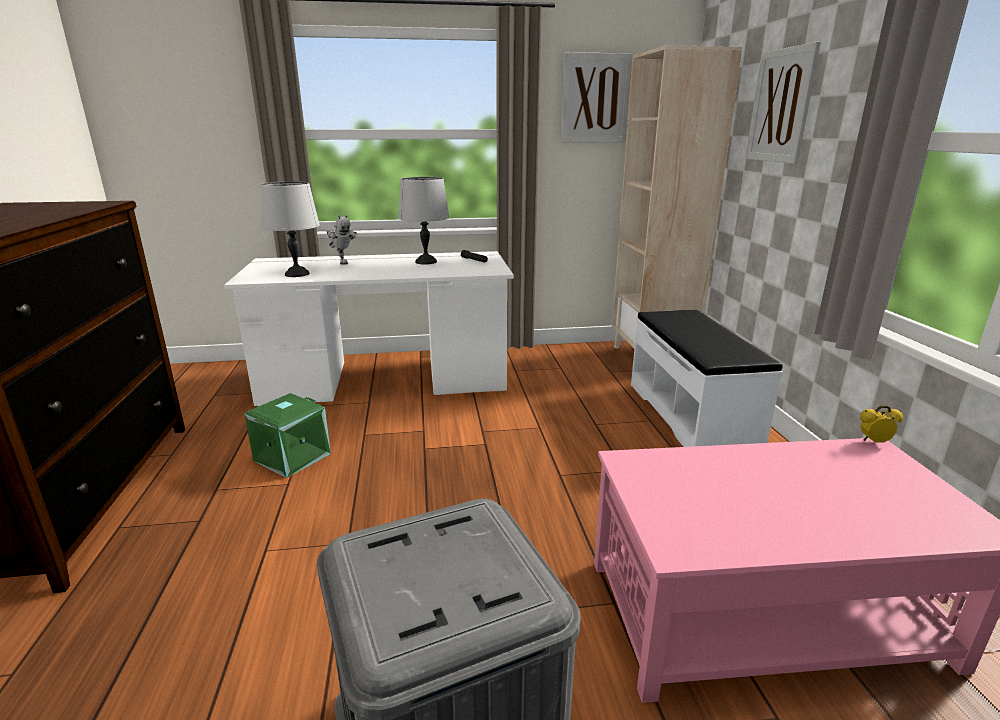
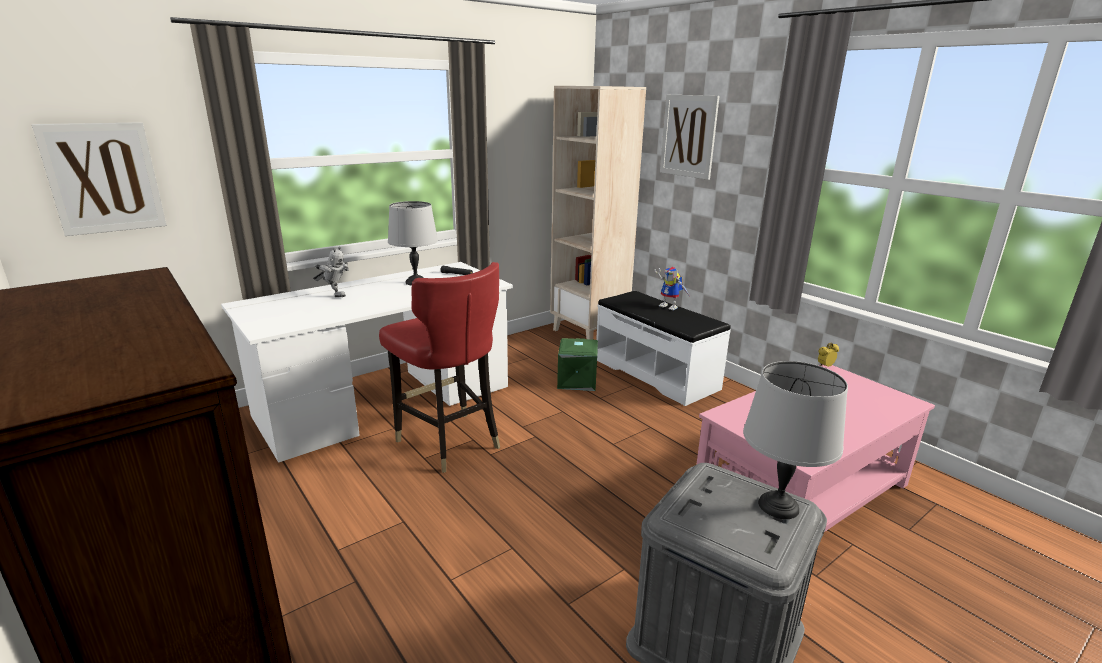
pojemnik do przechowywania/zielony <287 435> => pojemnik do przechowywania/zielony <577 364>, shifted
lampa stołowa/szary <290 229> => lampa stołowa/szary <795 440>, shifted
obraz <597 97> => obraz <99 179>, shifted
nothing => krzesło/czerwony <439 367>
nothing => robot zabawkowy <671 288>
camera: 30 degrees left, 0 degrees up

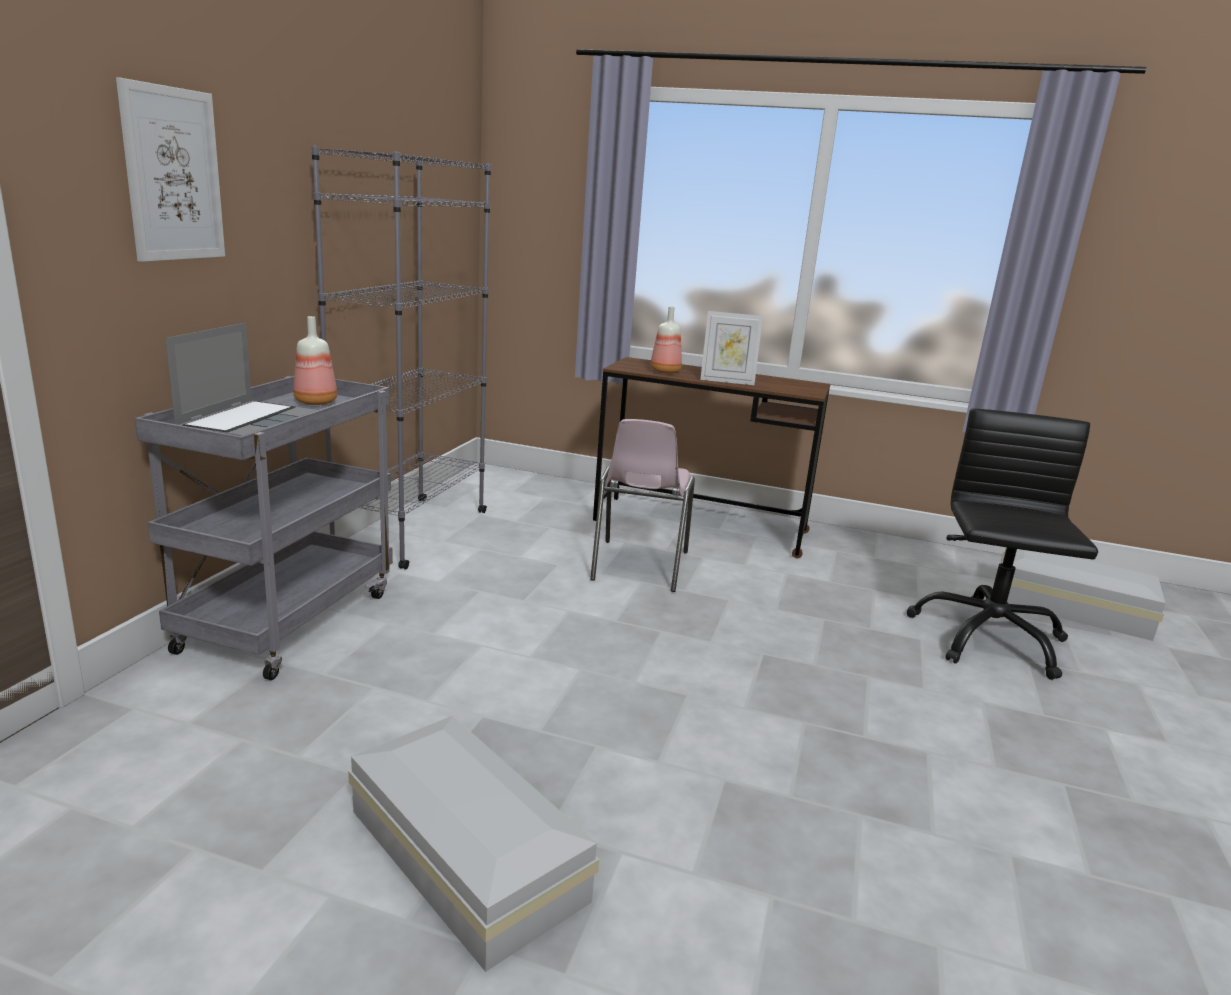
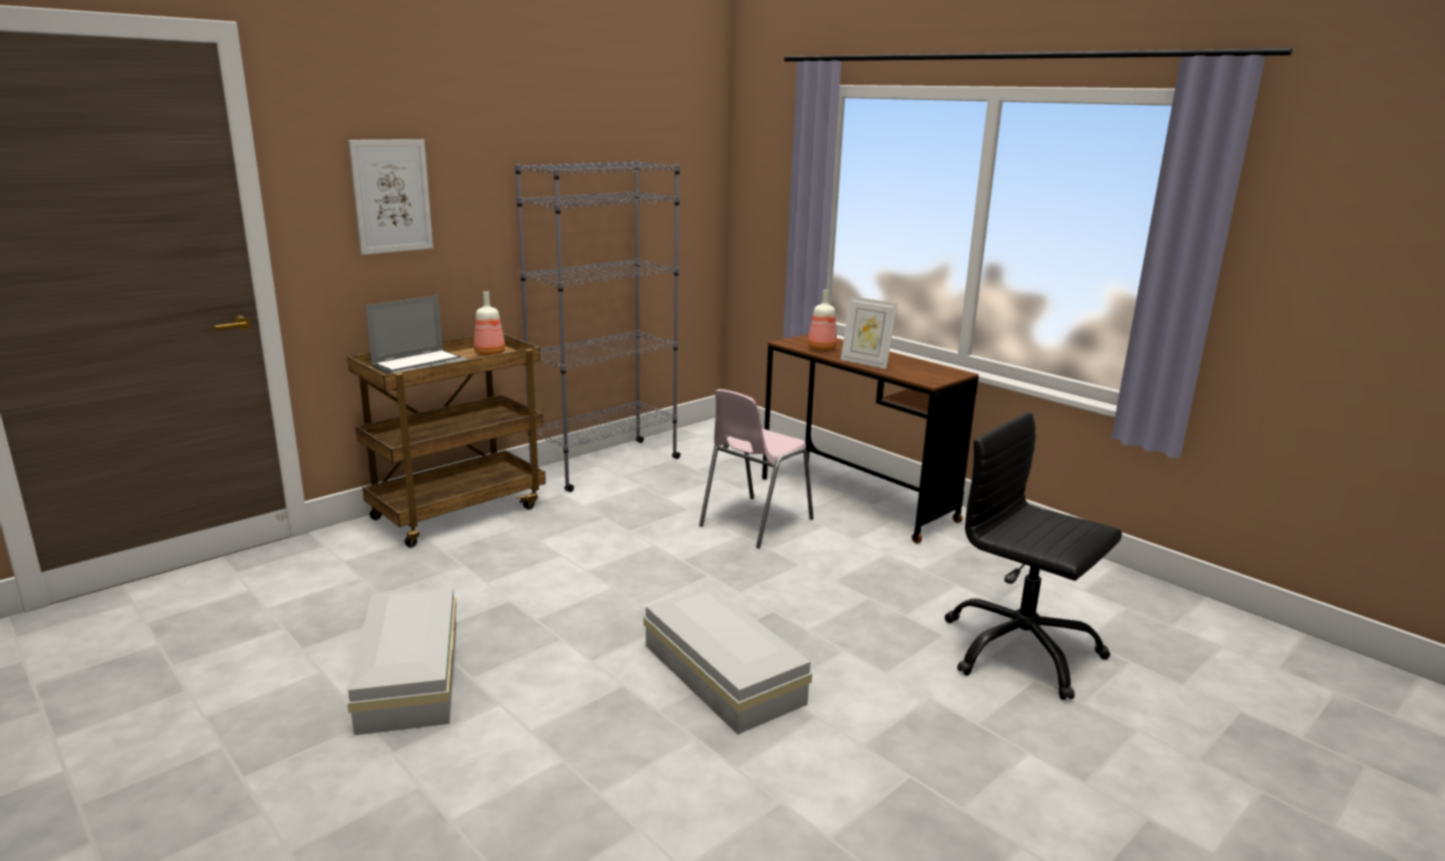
wózek/szary <264 528> => wózek/brązowy <446 440>
krzesło biurowe/czarny <1002 544> => krzesło biurowe/czarny <1033 556>, 90 degrees counterclockwise
pojemnik do przechowywania/biały <1083 594> => pojemnik do przechowywania/biały <728 660>, shifted
camera: 30 degrees right, 0 degrees up

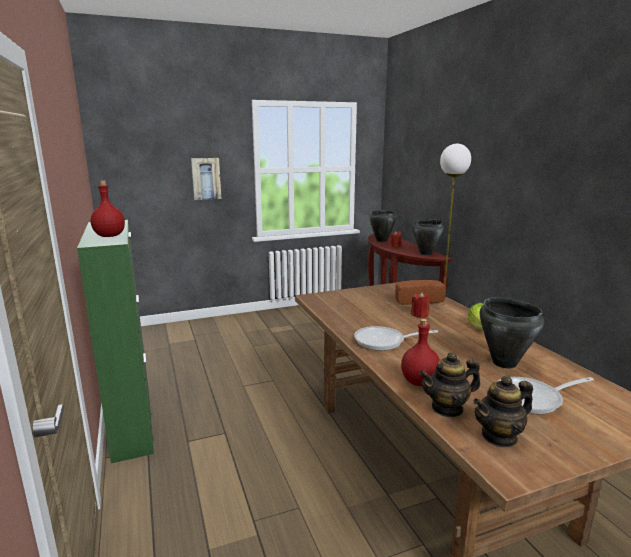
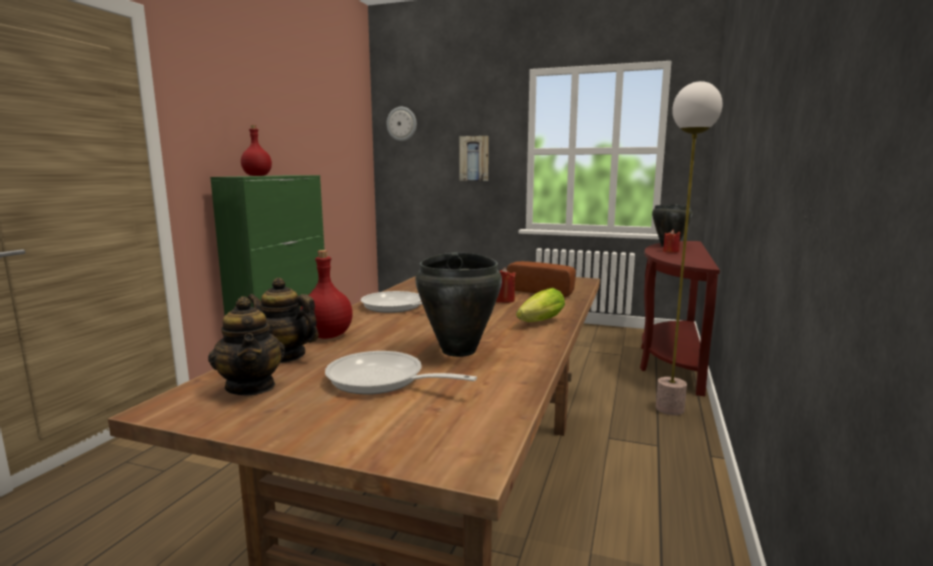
garnek/czarny <428 237> => nothing
imbryk <503 411> => imbryk <246 345>, 135 degrees counterclockwise
nothing => zegar ścienny <402 124>
camera: 40 degrees right, 5 degrees down

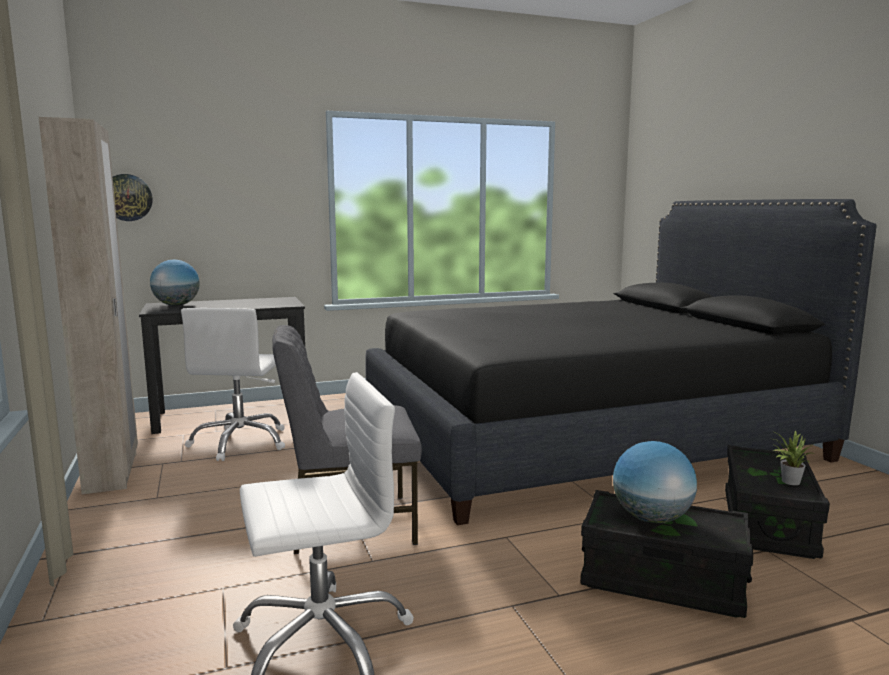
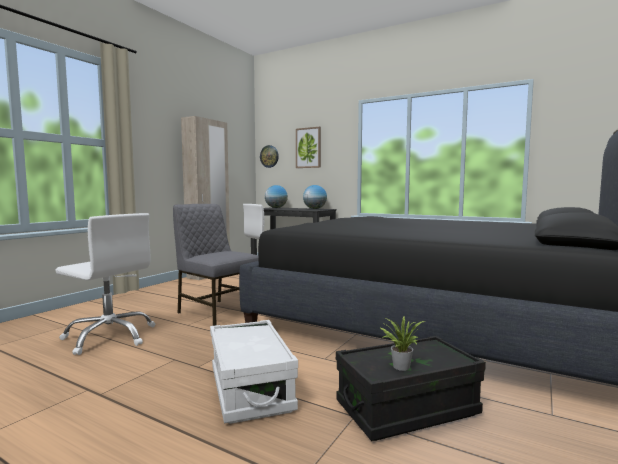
pojemnik do przechowywania/czarny <667 554> => pojemnik do przechowywania/biały <254 372>
globus <655 482> => globus <315 197>, shifted
nothing => obraz <308 147>
camera: 50 degrees right, 5 degrees down

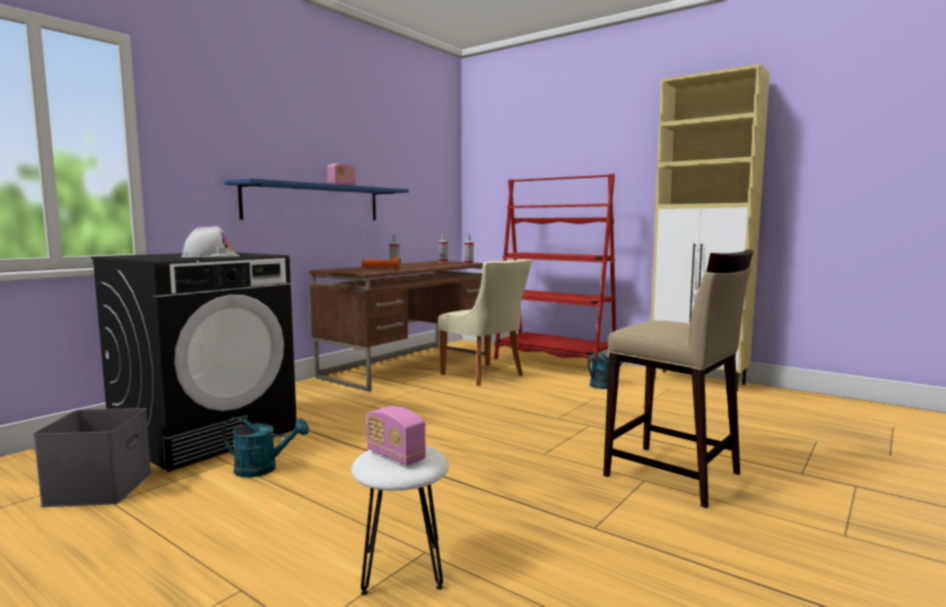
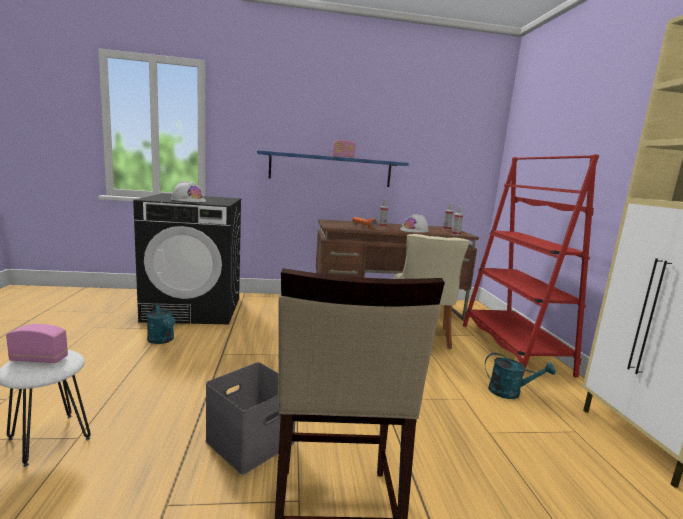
pojemnik do przechowywania/szary <92 457> => pojemnik do przechowywania/szary <250 418>, shifted
radio <396 435> => radio <37 343>, 90 degrees clockwise
nothing => kask/biały <414 223>
camera: 45 degrees right, 5 degrees up

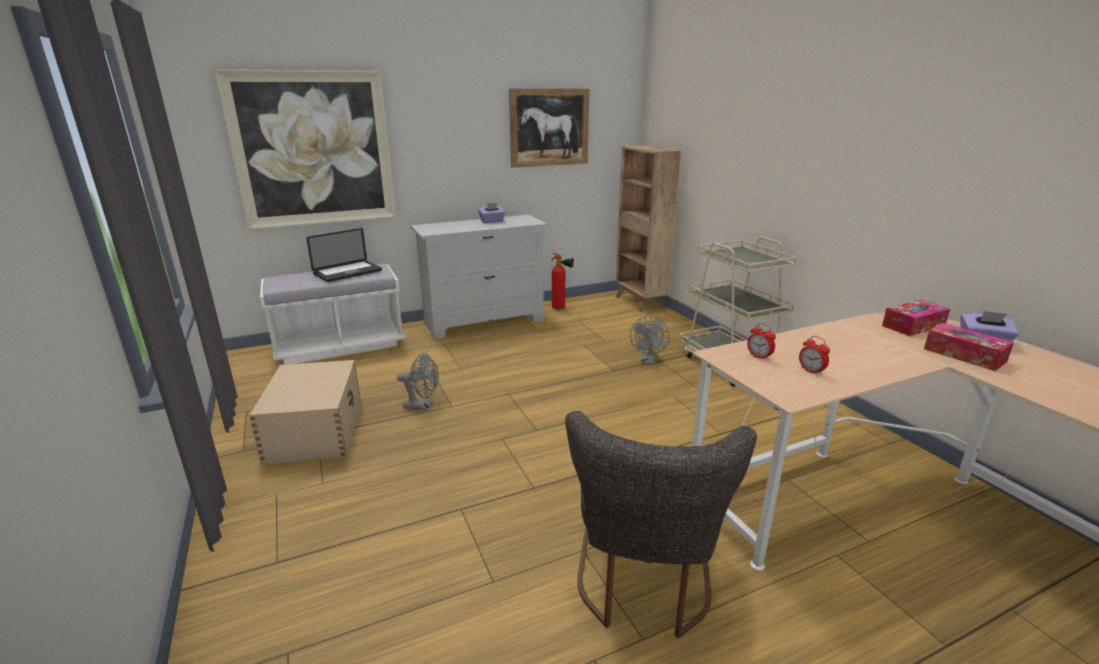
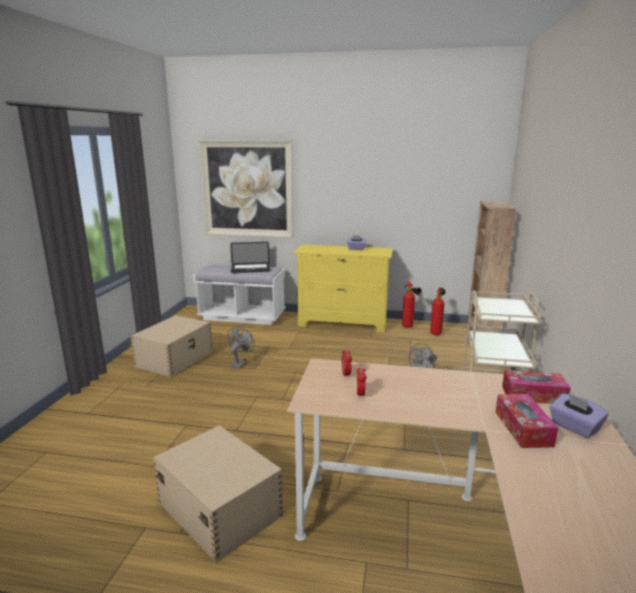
wentylator/szary <418 381> => wentylator/szary <241 348>, 120 degrees counterclockwise
komoda/biały <479 277> => komoda/żółty <343 288>
obraz <549 128> => nothing
krzesło/szary <661 524> => pojemnik do przechowywania/beżowy <218 494>
nothing => gaśnica <438 311>
camera: 35 degrees right, 5 degrees down

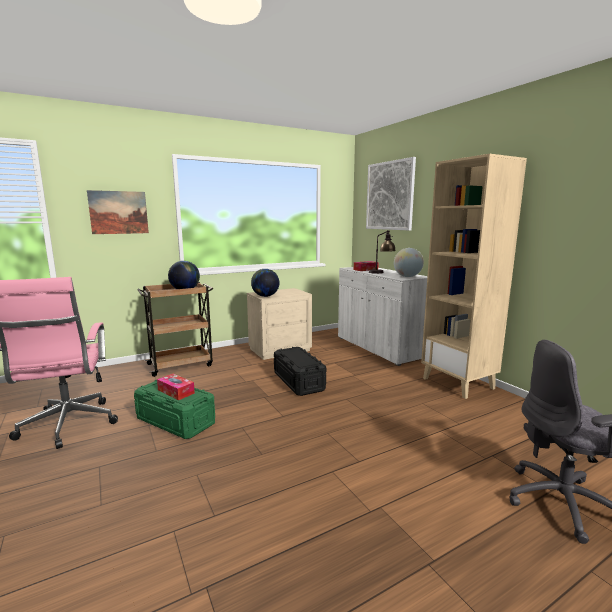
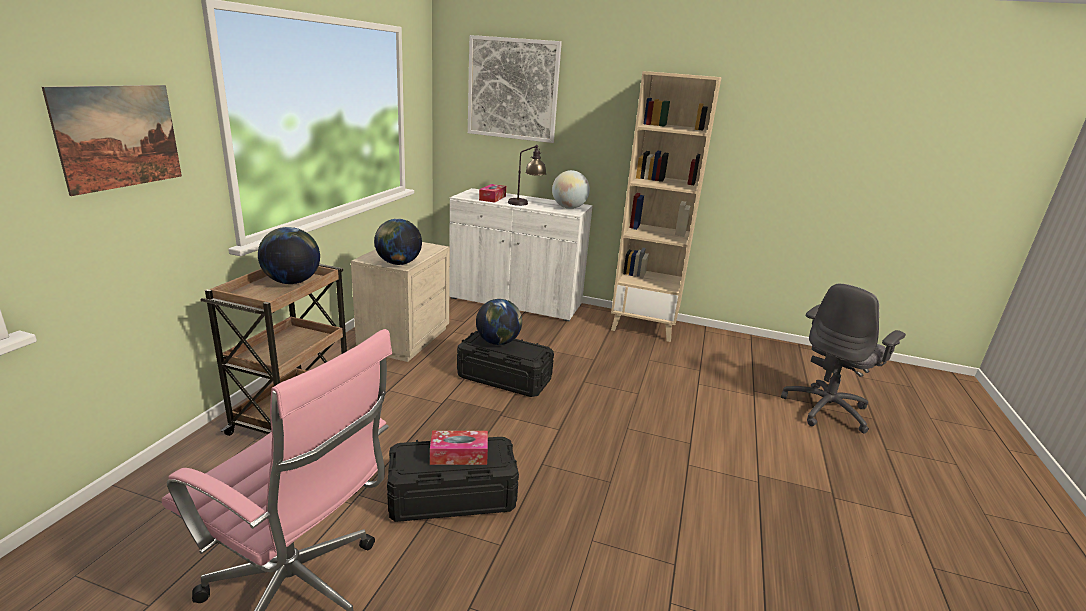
pojemnik do przechowywania/zielony <174 409> => pojemnik do przechowywania/czarny <453 479>
nothing => globus <499 322>
camera: 45 degrees left, 10 degrees up

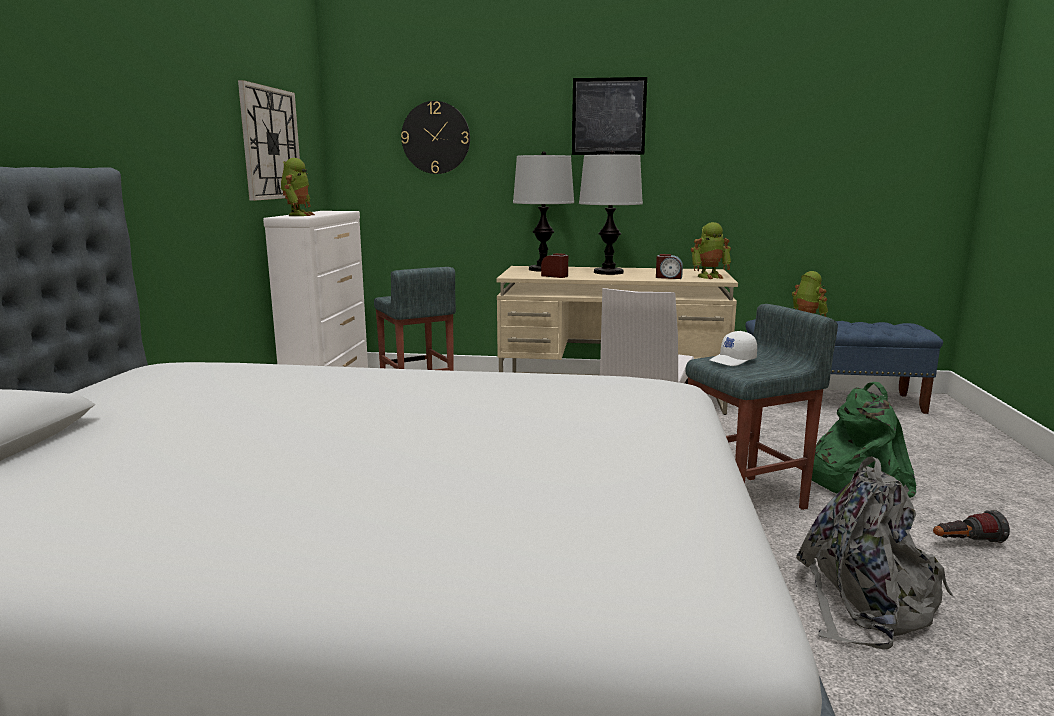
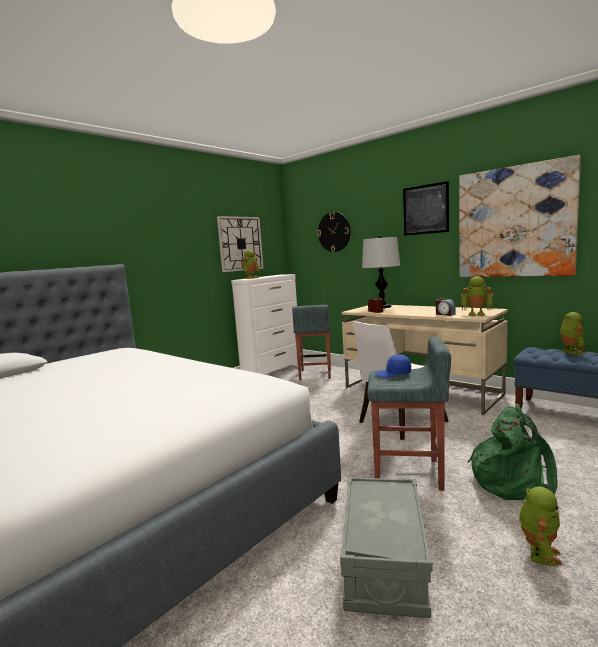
lampa stołowa <611 213> => nothing
czapka z daszkiem/biały <733 348> => czapka z daszkiem/niebieski <393 366>
plecak/szary <874 552> => pojemnik do przechowywania/szary <386 547>
latarka <971 526> => robot zabawkowy <540 526>
nothing => obraz <520 216>
camera: 35 degrees right, 5 degrees down

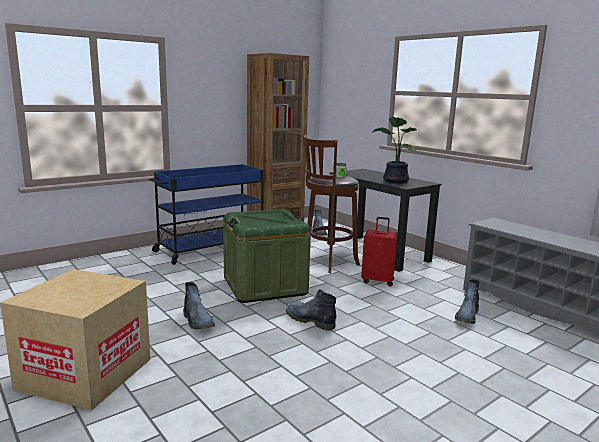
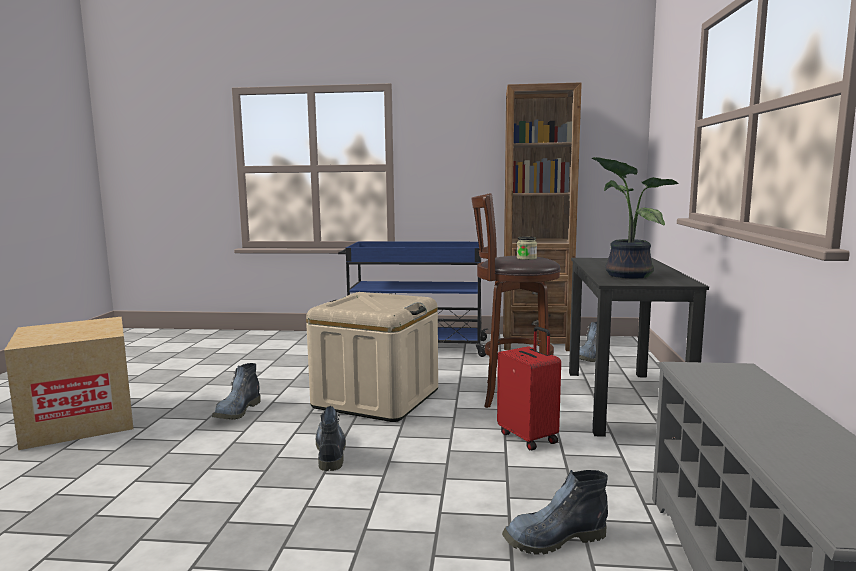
pojemnik do przechowywania/zielony <267 256> => pojemnik do przechowywania/beżowy <372 357>
camera: 45 degrees right, 5 degrees down

